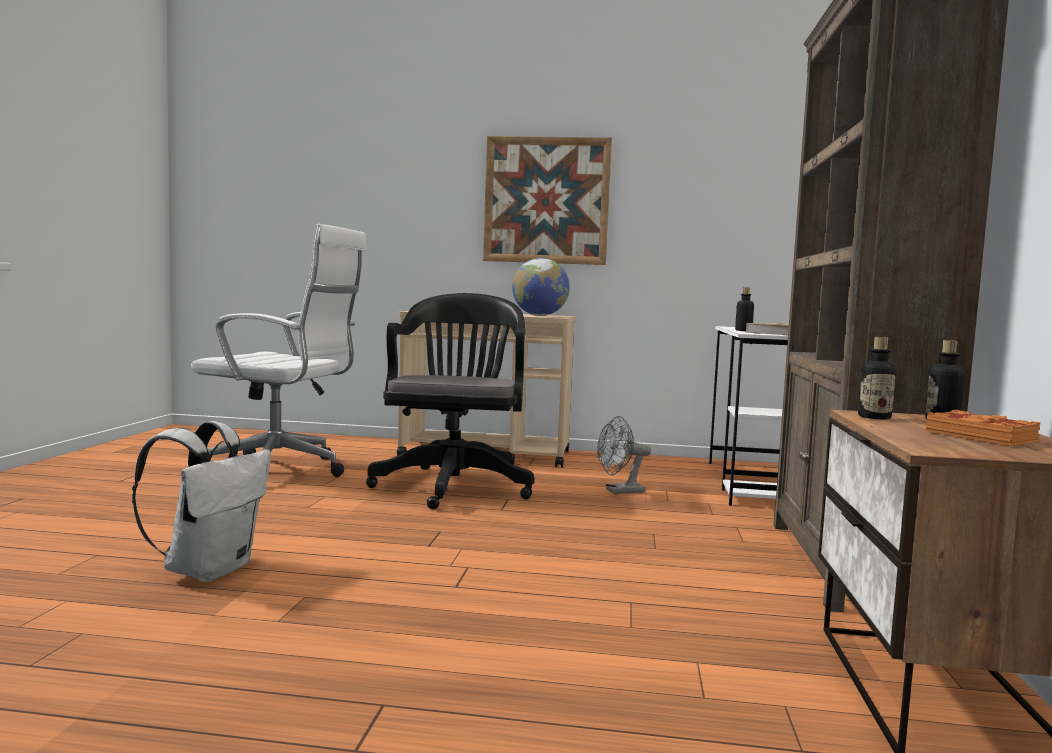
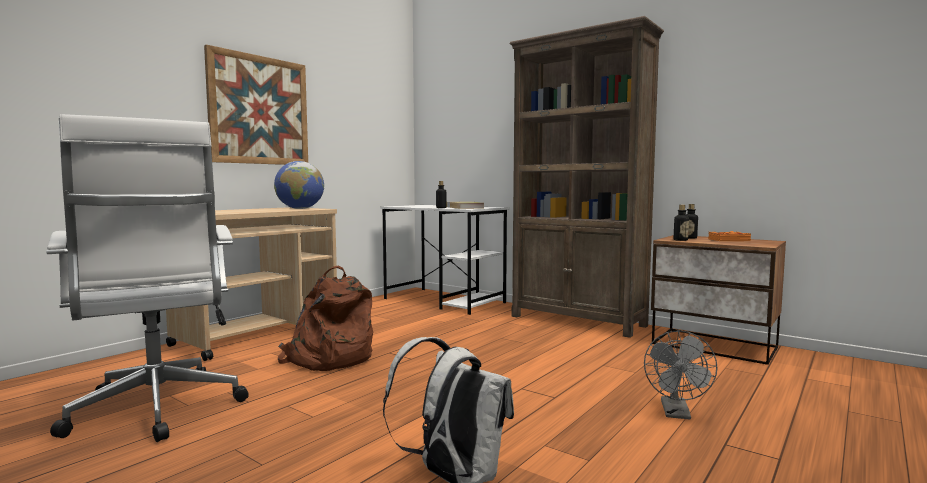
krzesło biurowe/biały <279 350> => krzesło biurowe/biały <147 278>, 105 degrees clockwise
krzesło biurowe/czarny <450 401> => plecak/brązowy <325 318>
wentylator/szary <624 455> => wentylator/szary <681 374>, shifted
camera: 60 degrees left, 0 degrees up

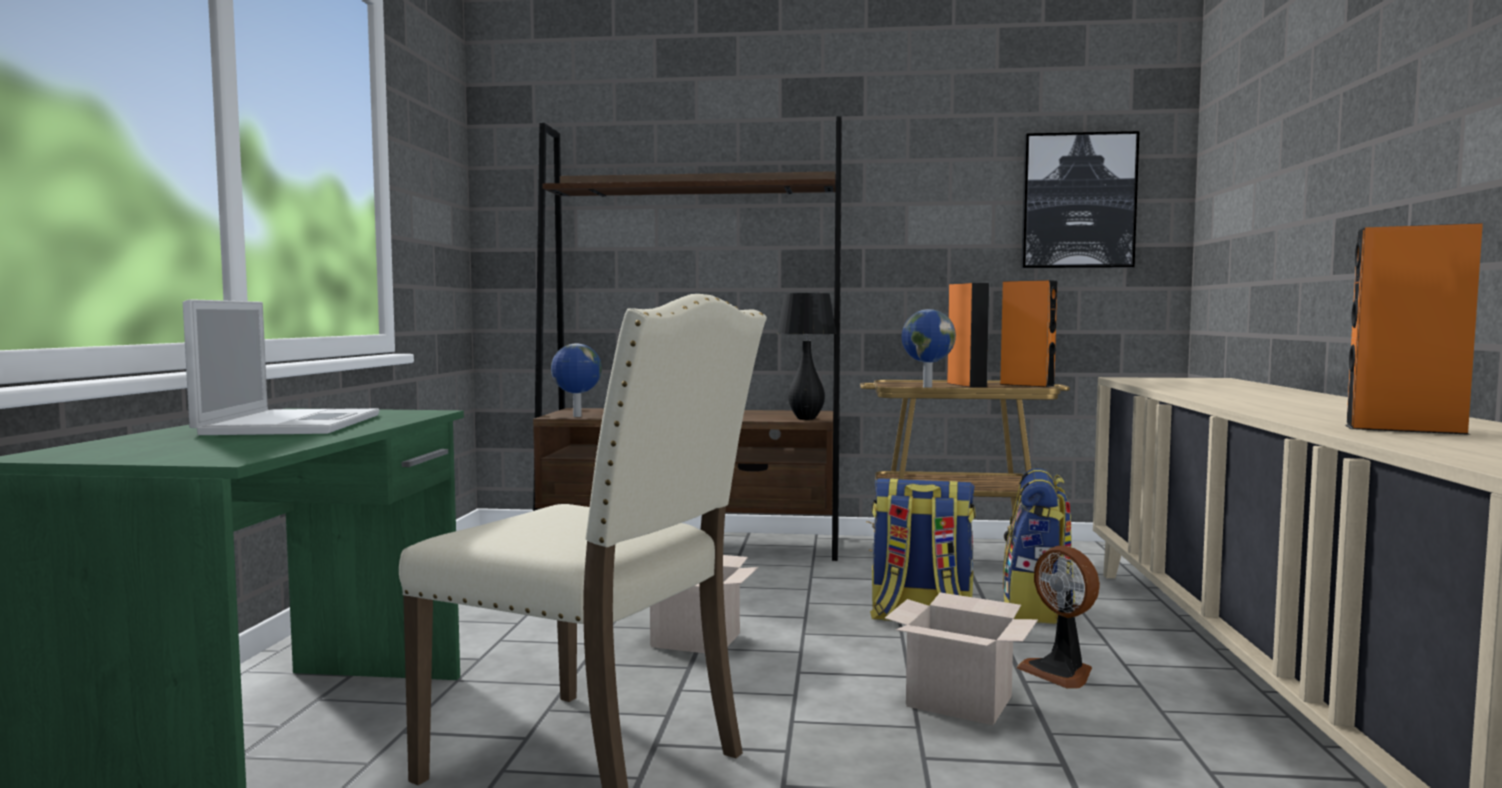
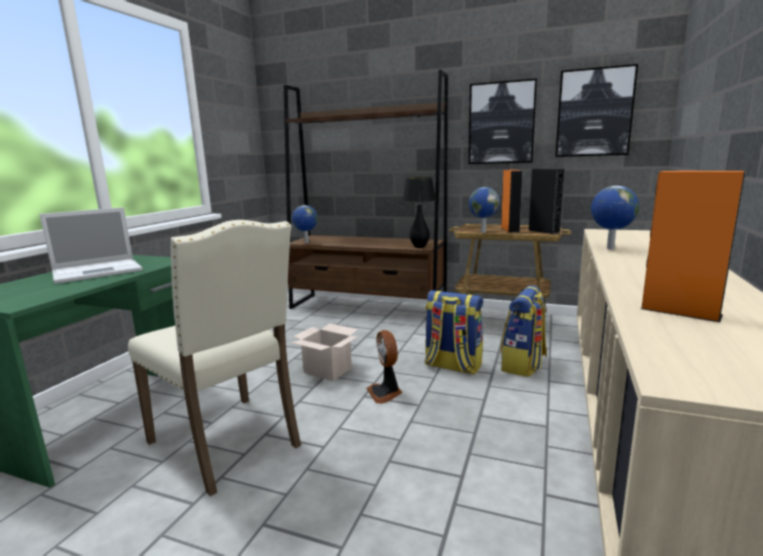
laptop <281 367> => laptop <91 245>, 45 degrees clockwise
karton <961 659> => nothing
głośnik/pomarańczowy <1028 333> => głośnik/czarny <546 201>
wentylator <1058 617> => wentylator <384 367>, shifted
nothing => obraz <503 121>
nothing => globus <615 218>
camera: 15 degrees right, 10 degrees up

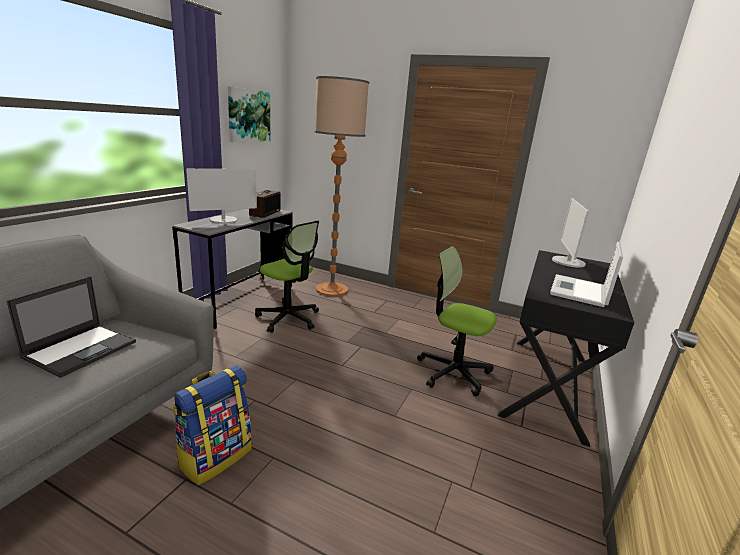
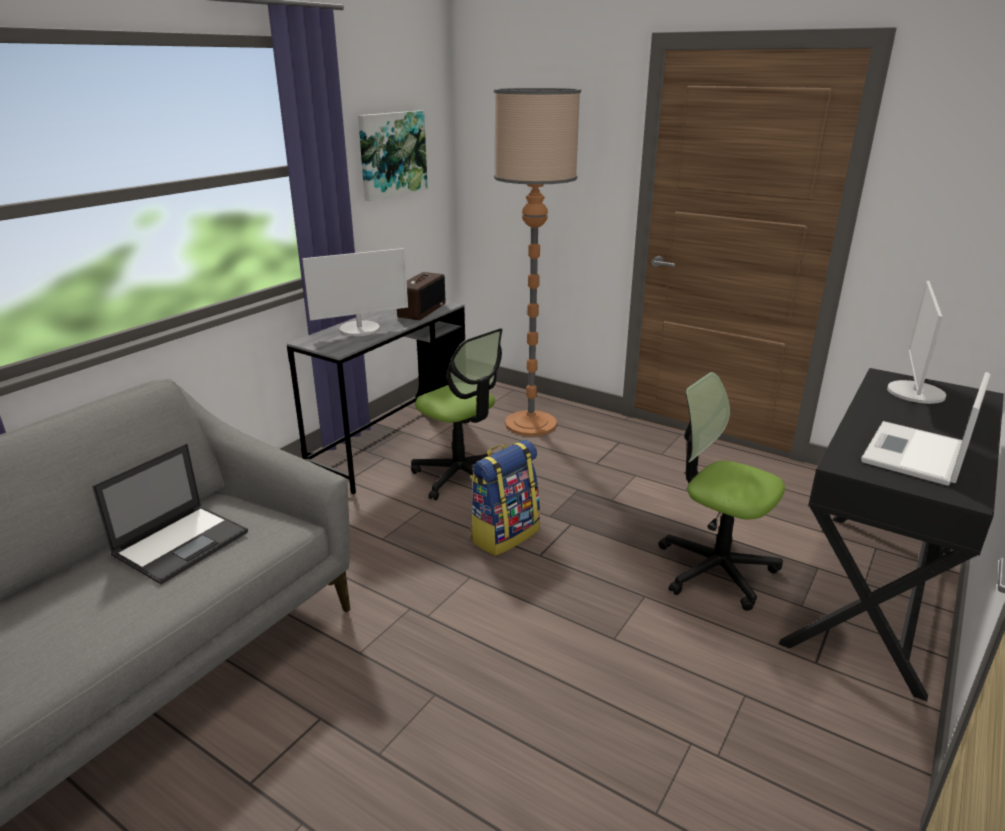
plecak <212 425> => plecak <505 498>, shifted
camera: 10 degrees right, 5 degrees up

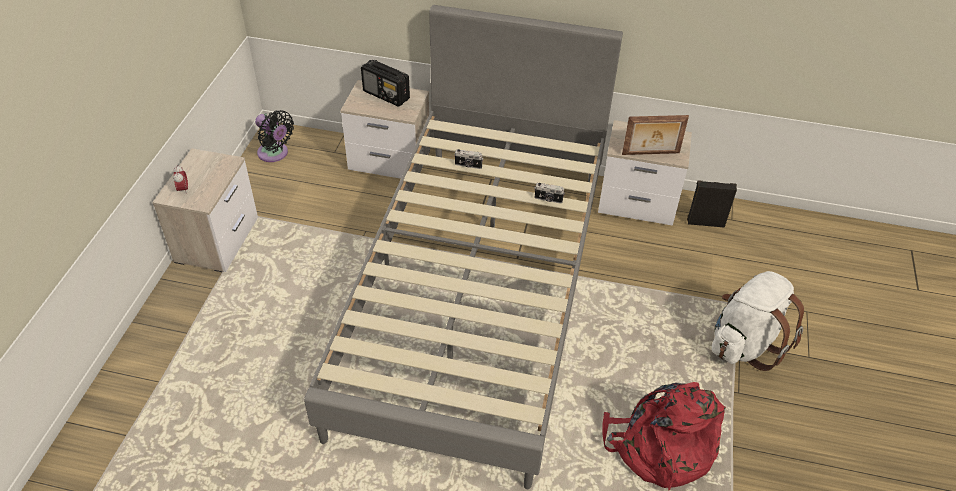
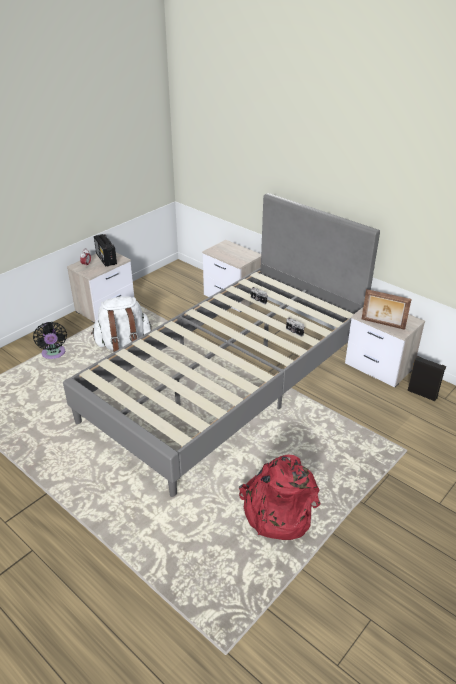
wentylator/czarny <274 136> => wentylator/czarny <50 340>, shifted
radio <385 83> => radio <105 250>, shifted
plecak/biały <758 321> => plecak/biały <121 324>, shifted
camera: 30 degrees right, 10 degrees down

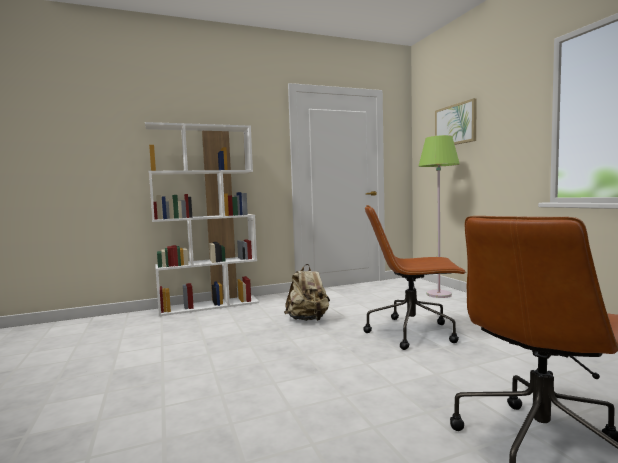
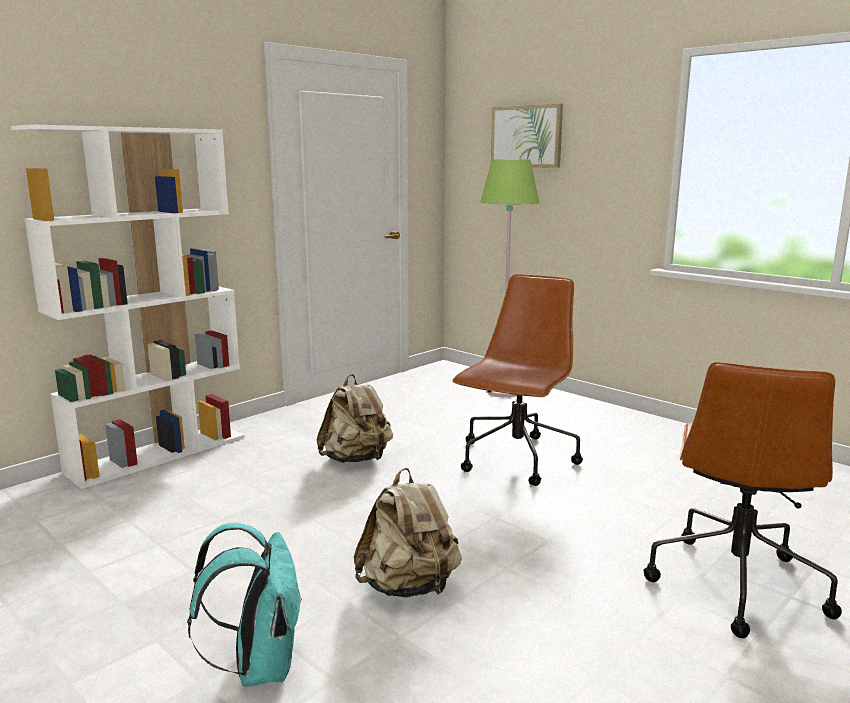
krzesło biurowe/brązowy <415 277> => krzesło biurowe/brązowy <517 380>, 135 degrees clockwise
nothing => plecak/turkusowy <244 605>
nothing => plecak/beżowy <408 532>
camera: 25 degrees left, 10 degrees up

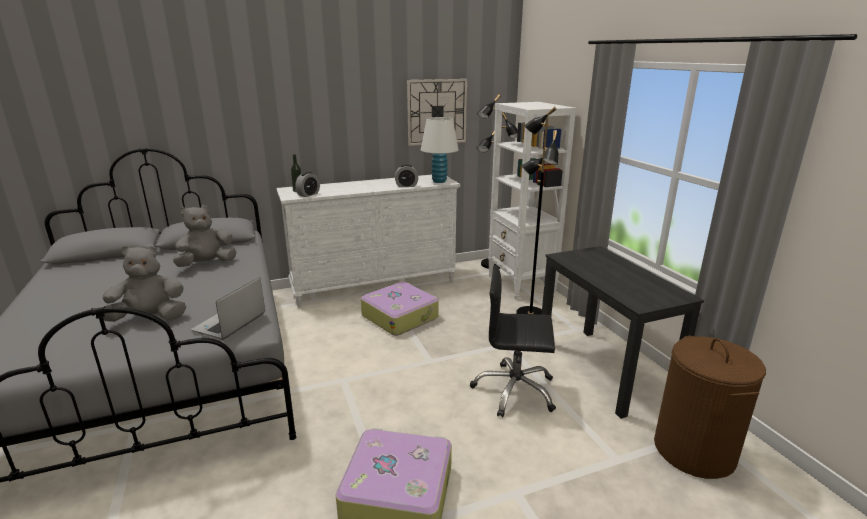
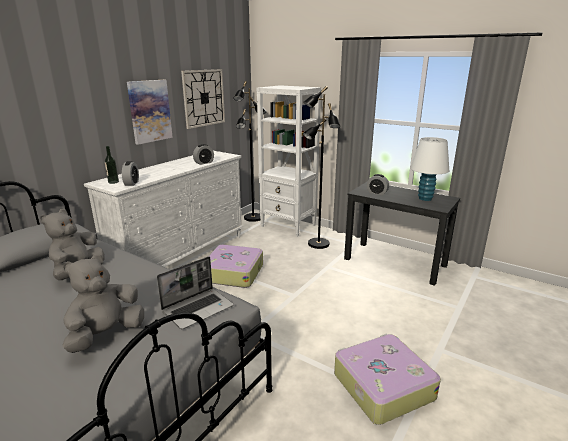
laptop <228 308> => laptop <195 292>, 120 degrees counterclockwise
lampa stołowa/biały <440 150> => lampa stołowa/biały <429 169>, shifted
krzesło biurowe/czarny <513 341> => nothing
kosz na pranie/brązowy <710 407> => nothing
nothing => obraz <150 112>
nothing => budzik <378 184>
camera: 35 degrees left, 0 degrees up

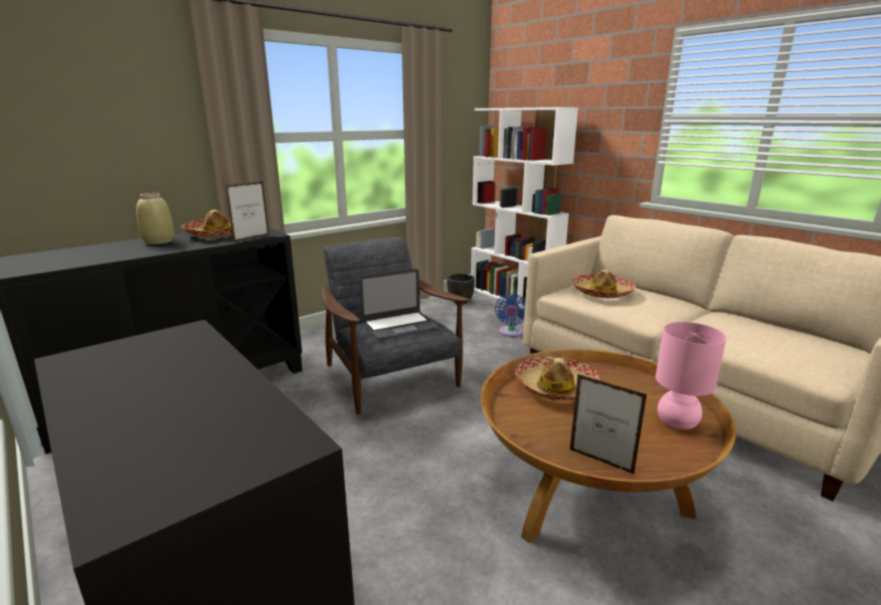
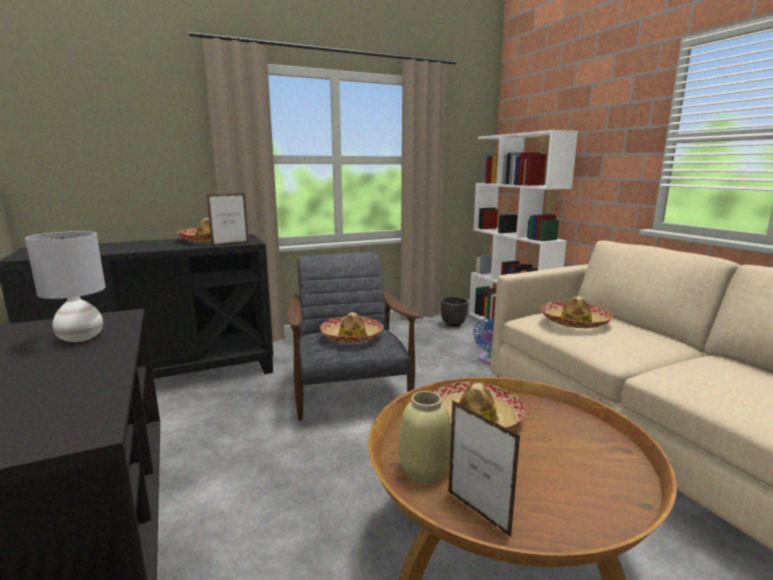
wazon/beżowy <155 219> => wazon/beżowy <425 437>, shifted
laptop <398 304> => kapelusz <352 327>
lampa stołowa/różowy <691 376> => nothing
nothing => lampa stołowa/szary <65 286>
camera: 15 degrees right, 5 degrees down

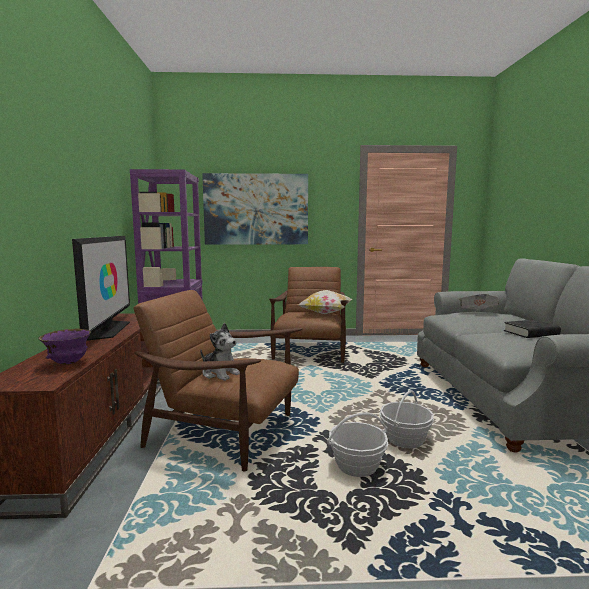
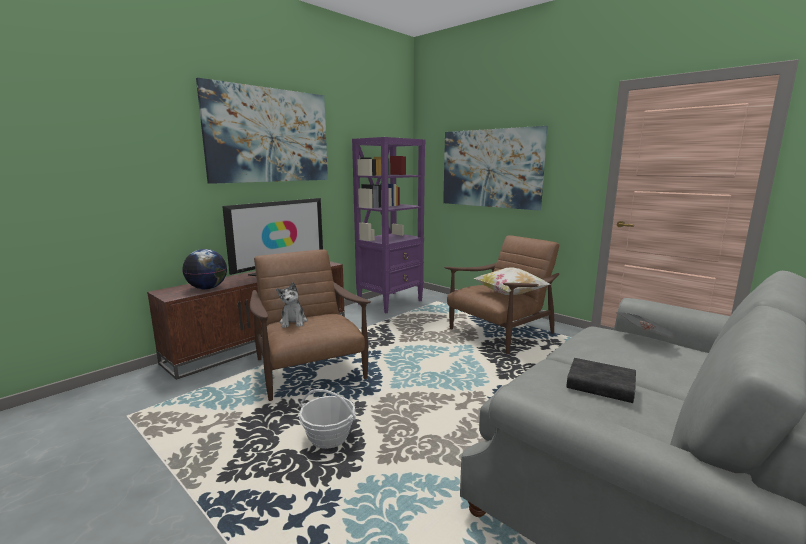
miska/fioletowy <64 347> => globus <204 269>
koszyk <407 419> => nothing
nothing => obraz <262 131>
camera: 45 degrees right, 5 degrees up

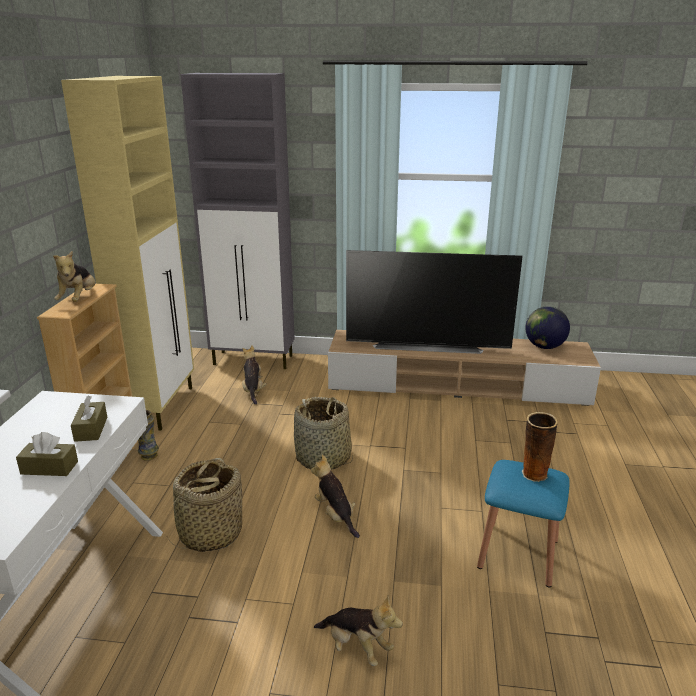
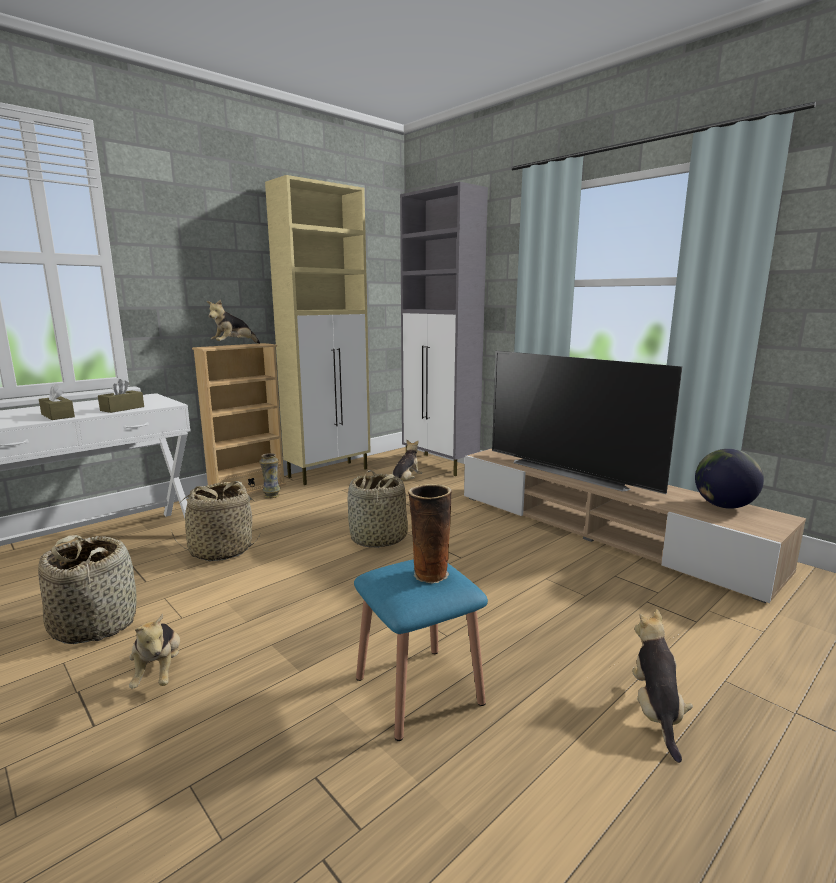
pluszak <335 496> => pluszak <662 686>, shifted
nothing => koszyk <87 589>
camera: 40 degrees right, 10 degrees down

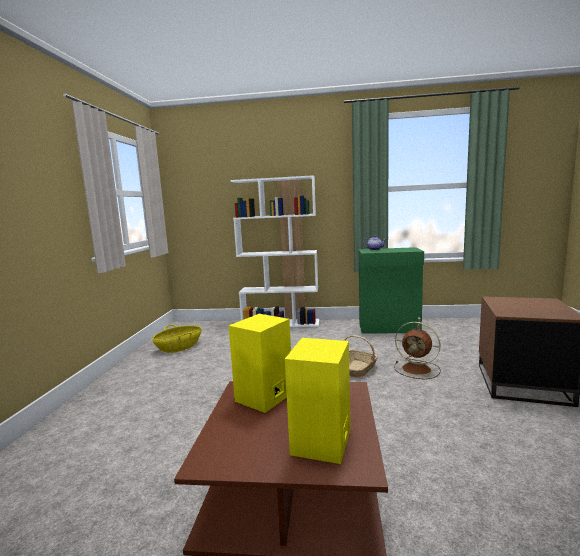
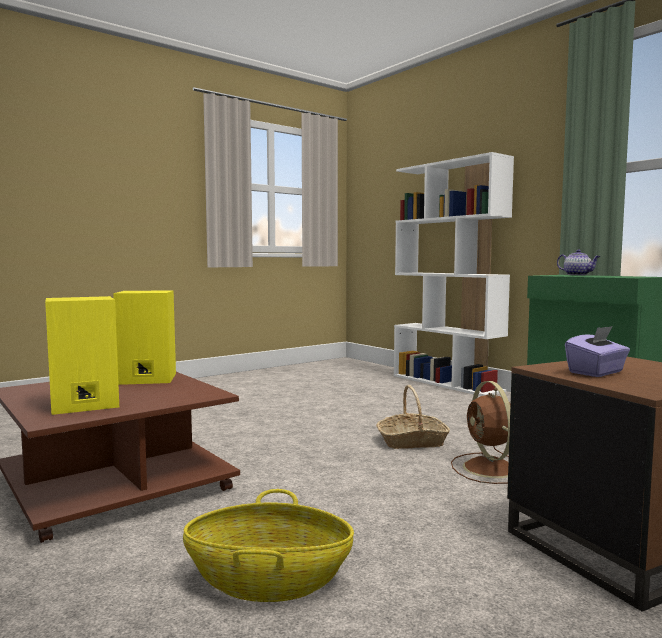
koszyk <176 338> => koszyk <268 545>, shifted
nothing => pudełko chusteczek/fioletowy <597 351>
camera: 45 degrees right, 5 degrees down

